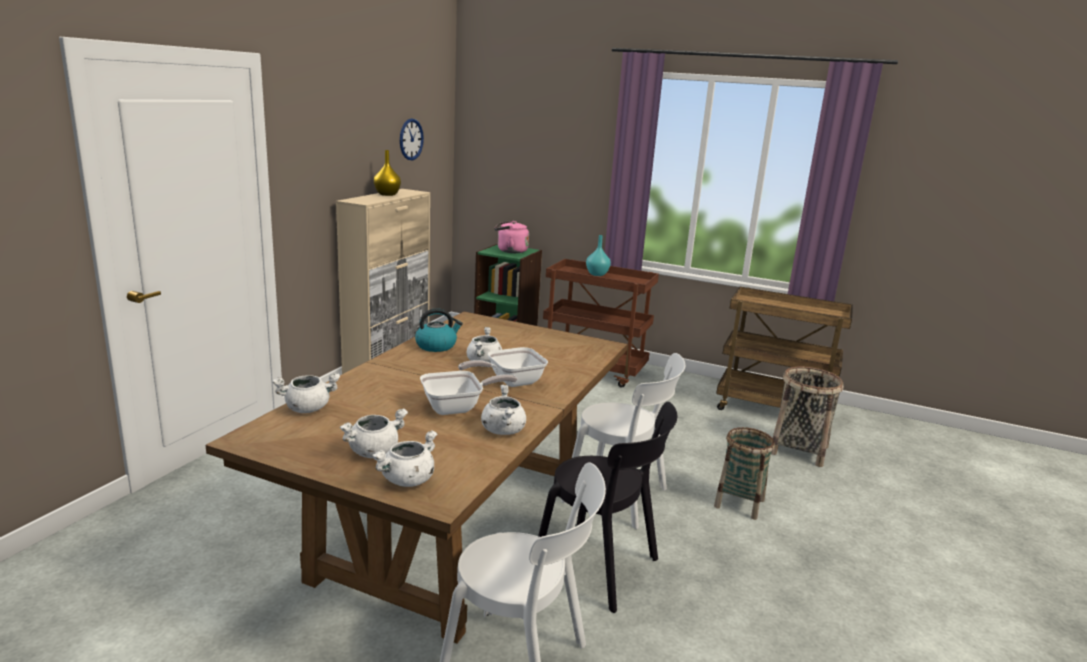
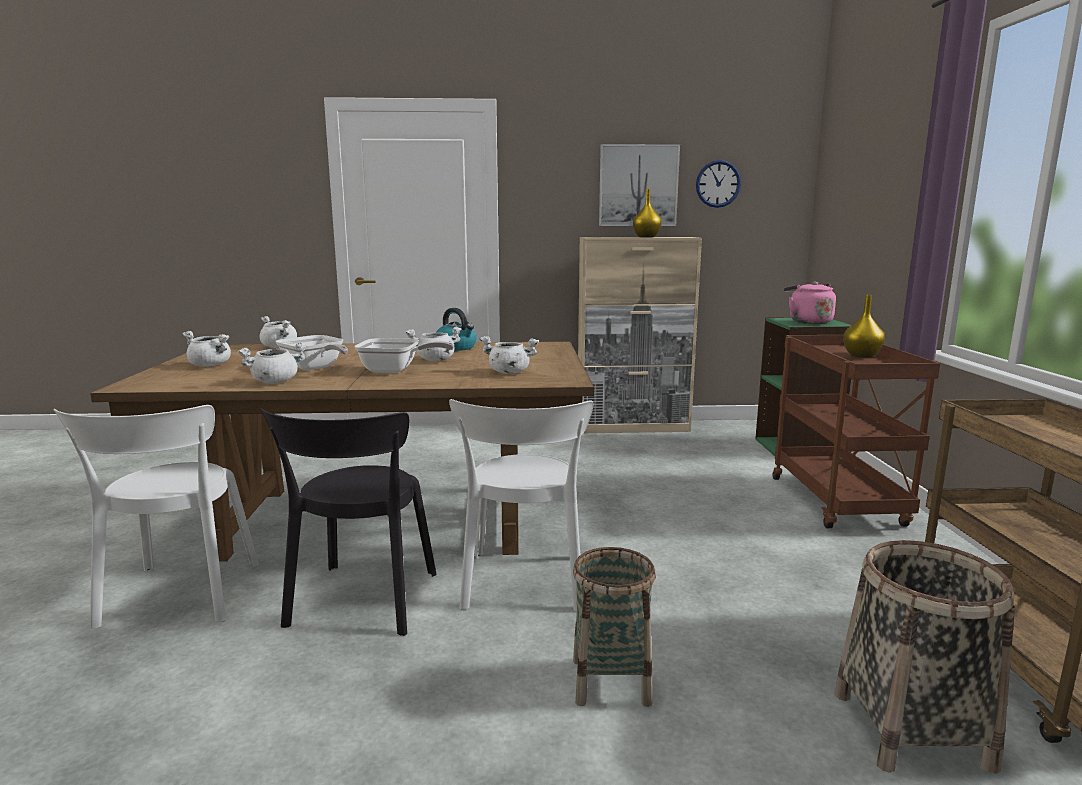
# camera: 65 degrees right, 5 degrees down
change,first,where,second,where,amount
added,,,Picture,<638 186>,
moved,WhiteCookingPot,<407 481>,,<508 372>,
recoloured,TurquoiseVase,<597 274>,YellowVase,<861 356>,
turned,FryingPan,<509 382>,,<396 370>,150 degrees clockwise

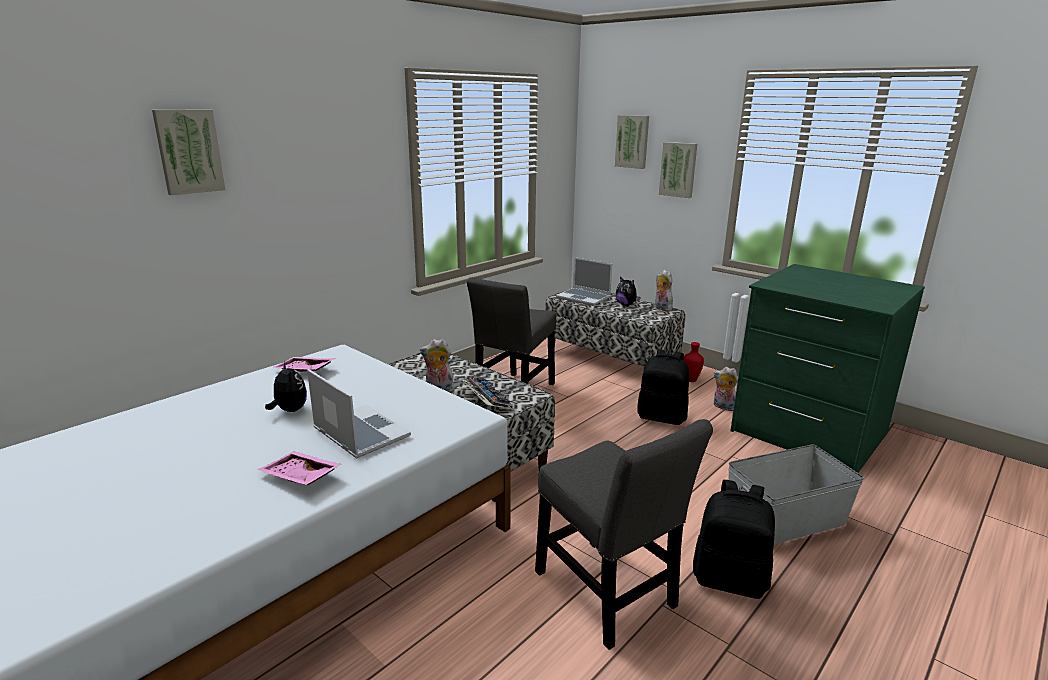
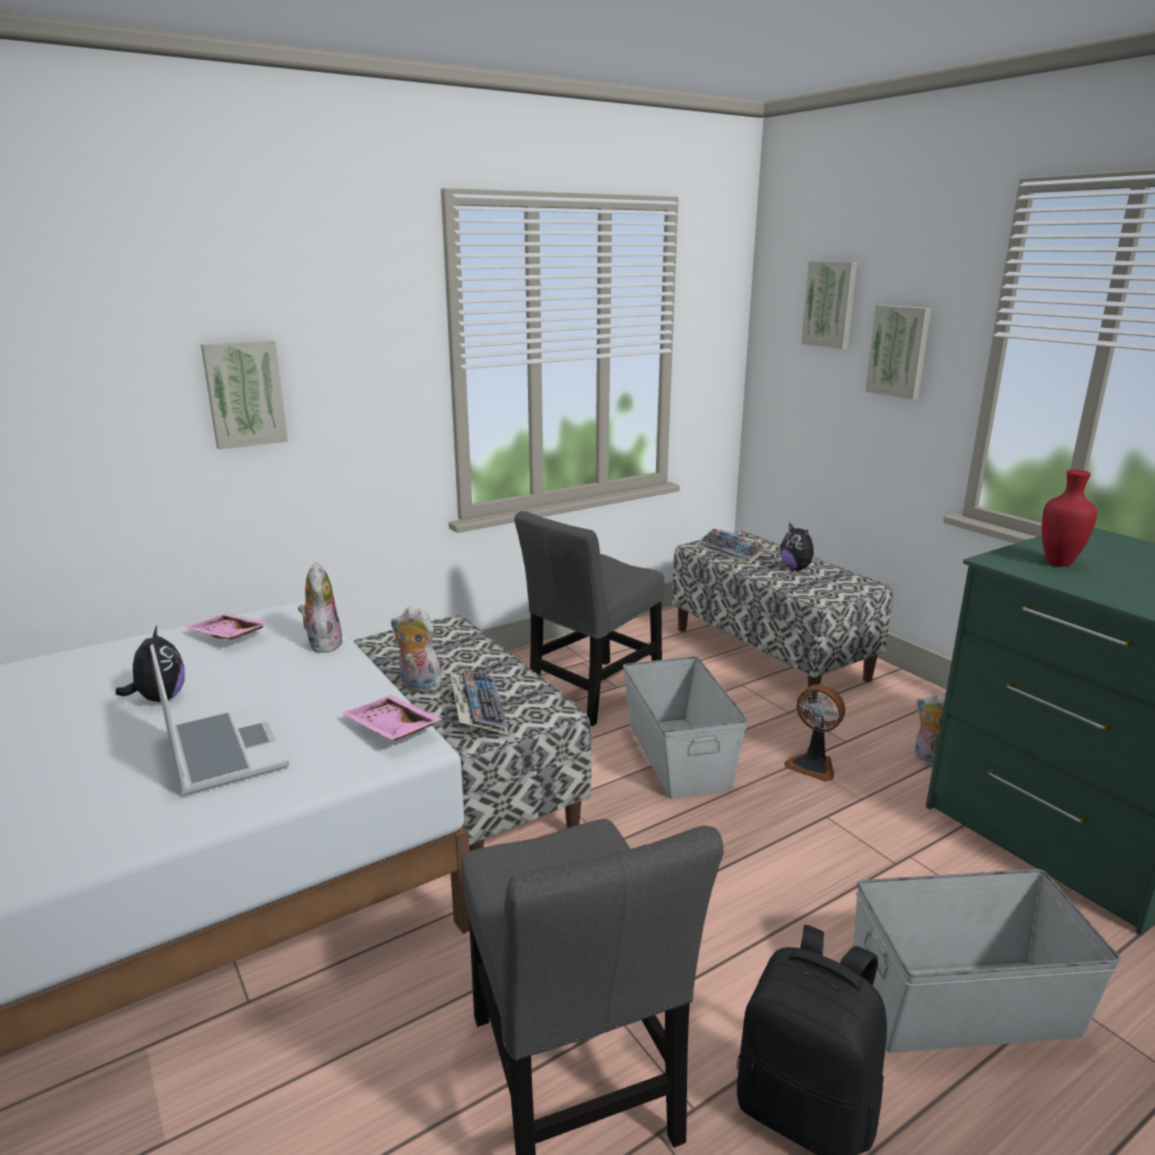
# camera: 15 degrees right, 0 degrees up
change,first,where,second,where,amount
added,,,GreyStorageBox,<678 755>,
moved,Picture,<188 151>,,<244 394>,
moved,PinkTray,<299 477>,,<390 730>,
moved,PlushToy,<661 308>,,<322 643>,
moved,RedVase,<691 380>,,<1059 563>,
replaced,Laptop,<584 298>,Keyboard,<734 552>,
replaced,BlackBackpack,<662 417>,Fan,<813 765>,

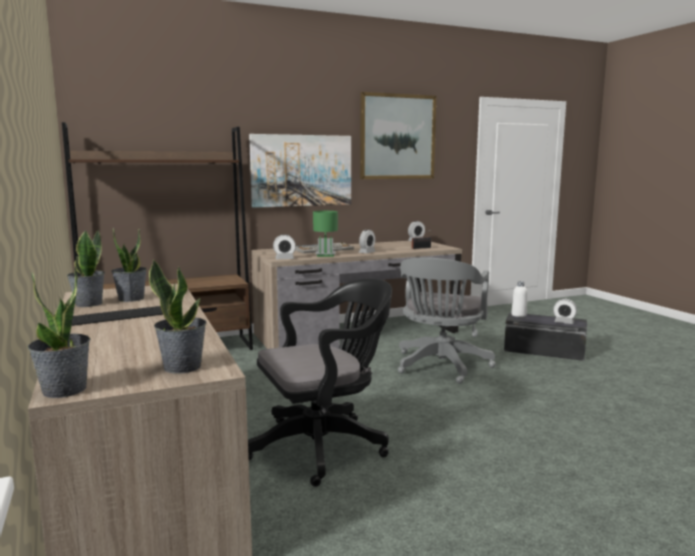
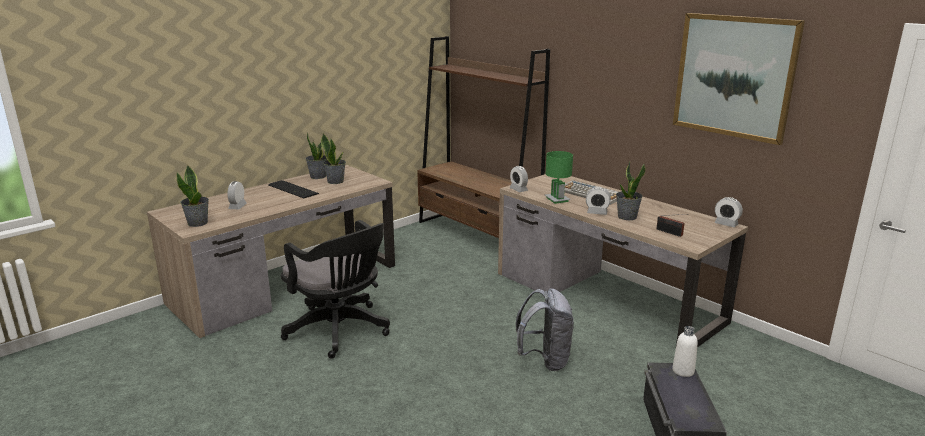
# camera: 70 degrees right, 10 degrees up
change,first,where,second,where,amount
removed,Picture,<301 170>,,,
moved,PottedPlant,<65 390>,,<627 217>,
moved,AlarmClock,<564 322>,,<237 206>,
replaced,GreyOfficeChair,<440 367>,GreyBackpack,<545 360>,

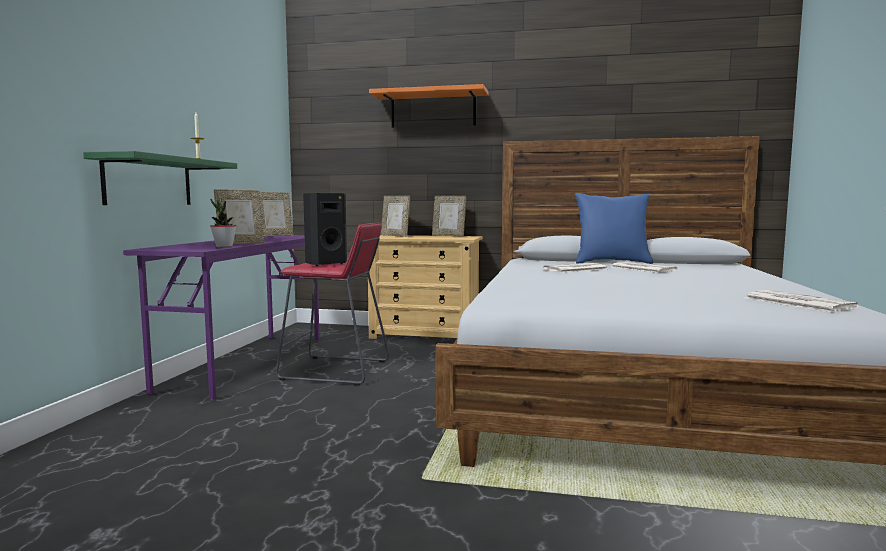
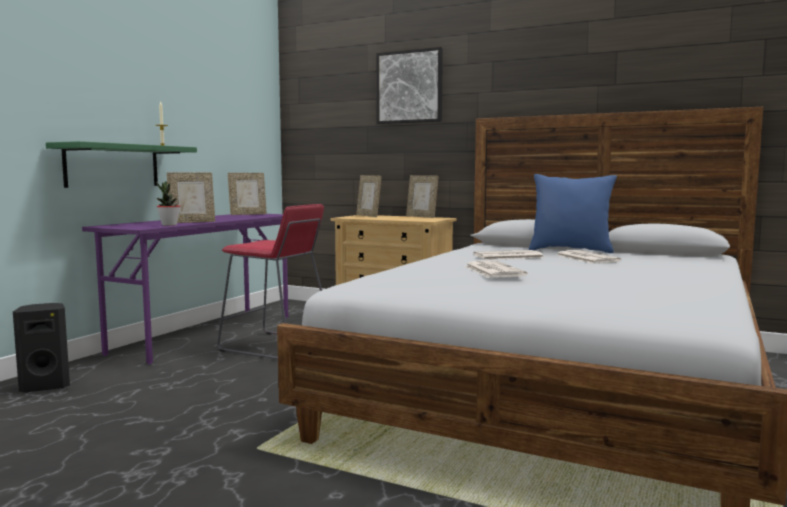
# camera: 15 degrees right, 0 degrees up
change,first,where,second,where,amount
moved,BlackSpeaker,<325 264>,,<46 386>,
moved,Newspaper,<796 302>,,<493 271>,
replaced,OrangeShelf,<433 110>,Picture,<409 87>,

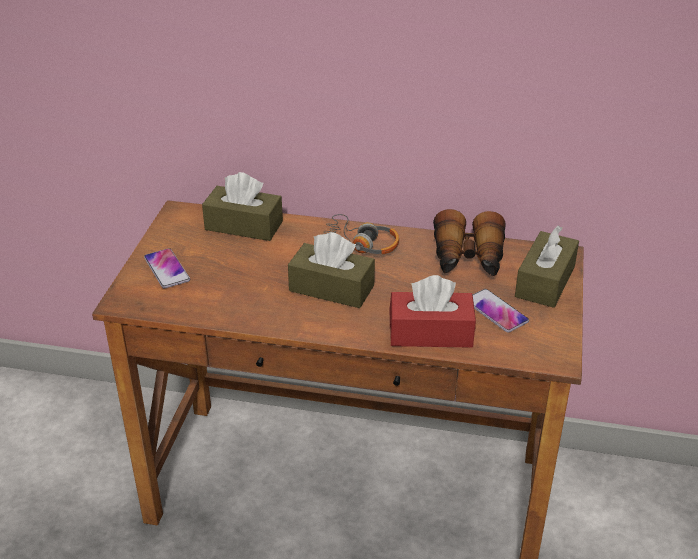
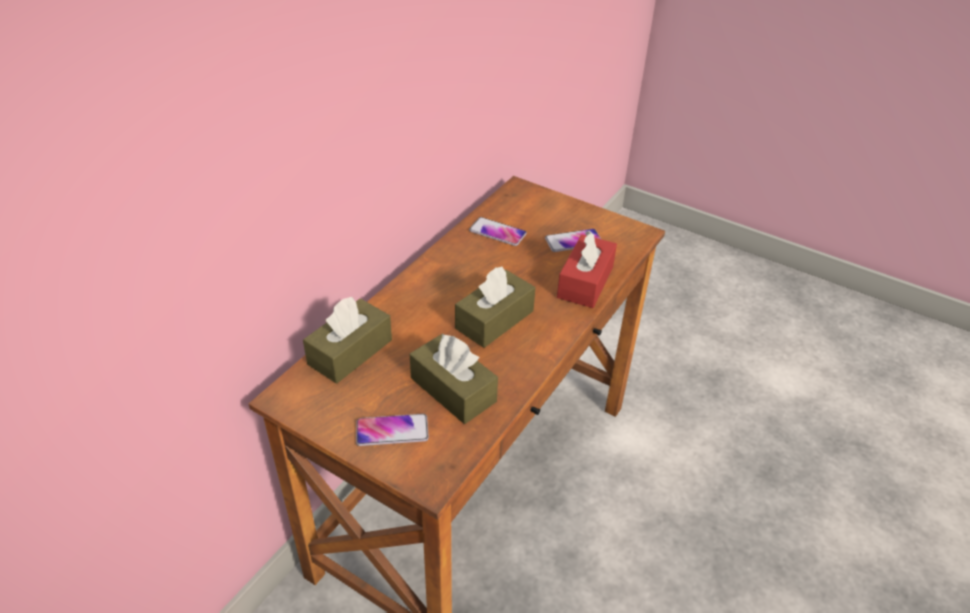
# camera: 70 degrees left, 5 degrees up
change,first,where,second,where,amount
removed,Headphones,<360 244>,,,
moved,BrownTissueBox,<545 281>,,<453 390>,
replaced,Binoculars,<468 259>,Phone,<497 232>,

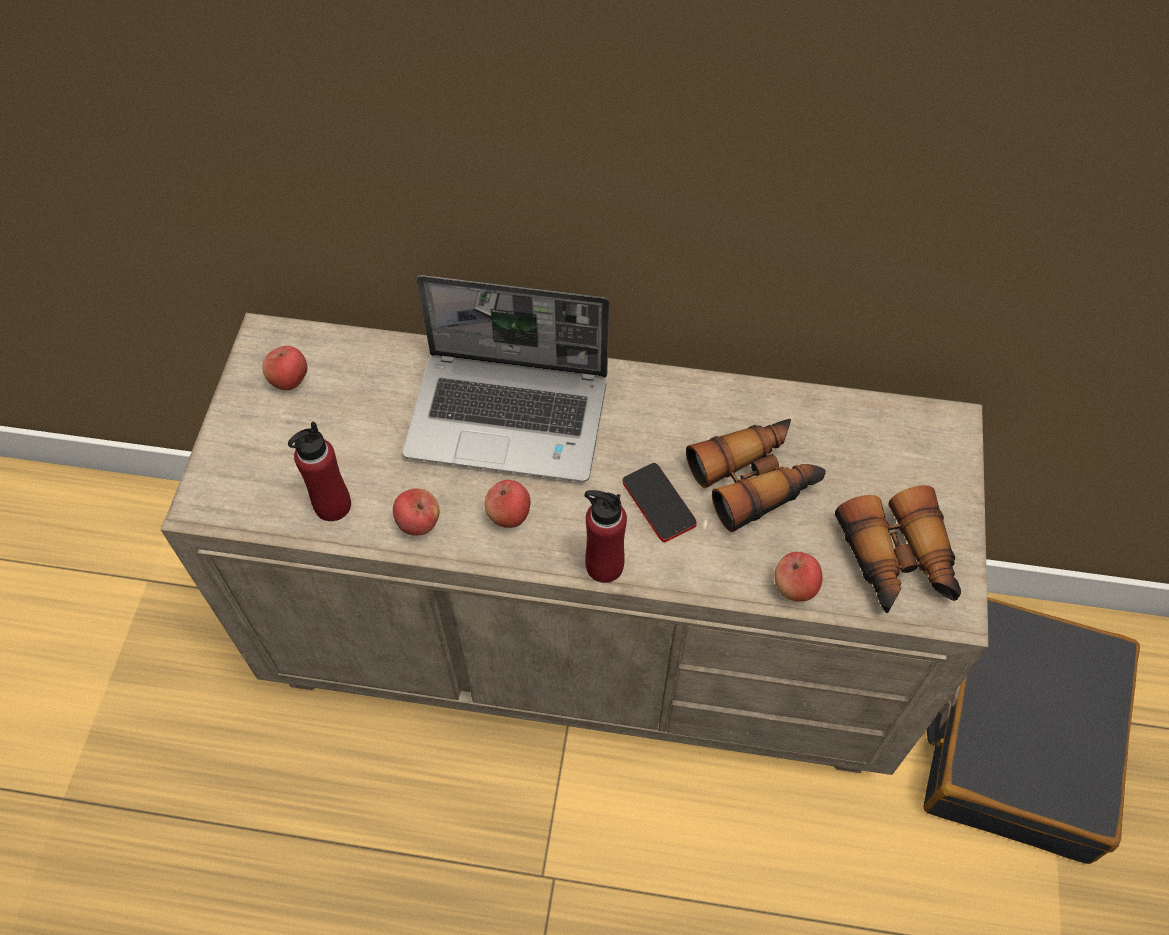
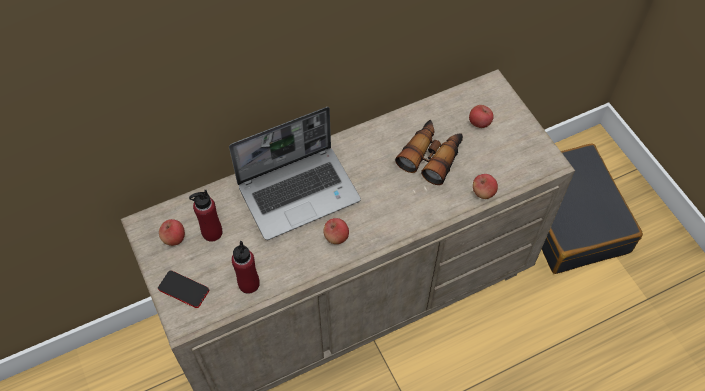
# camera: 35 degrees left, 0 degrees up
change,first,where,second,where,amount
removed,Binoculars,<898 562>,,,
moved,Apple,<418 522>,,<479 123>,
moved,RedBottle,<604 565>,,<212 232>,
moved,Phone,<658 503>,,<183 289>,

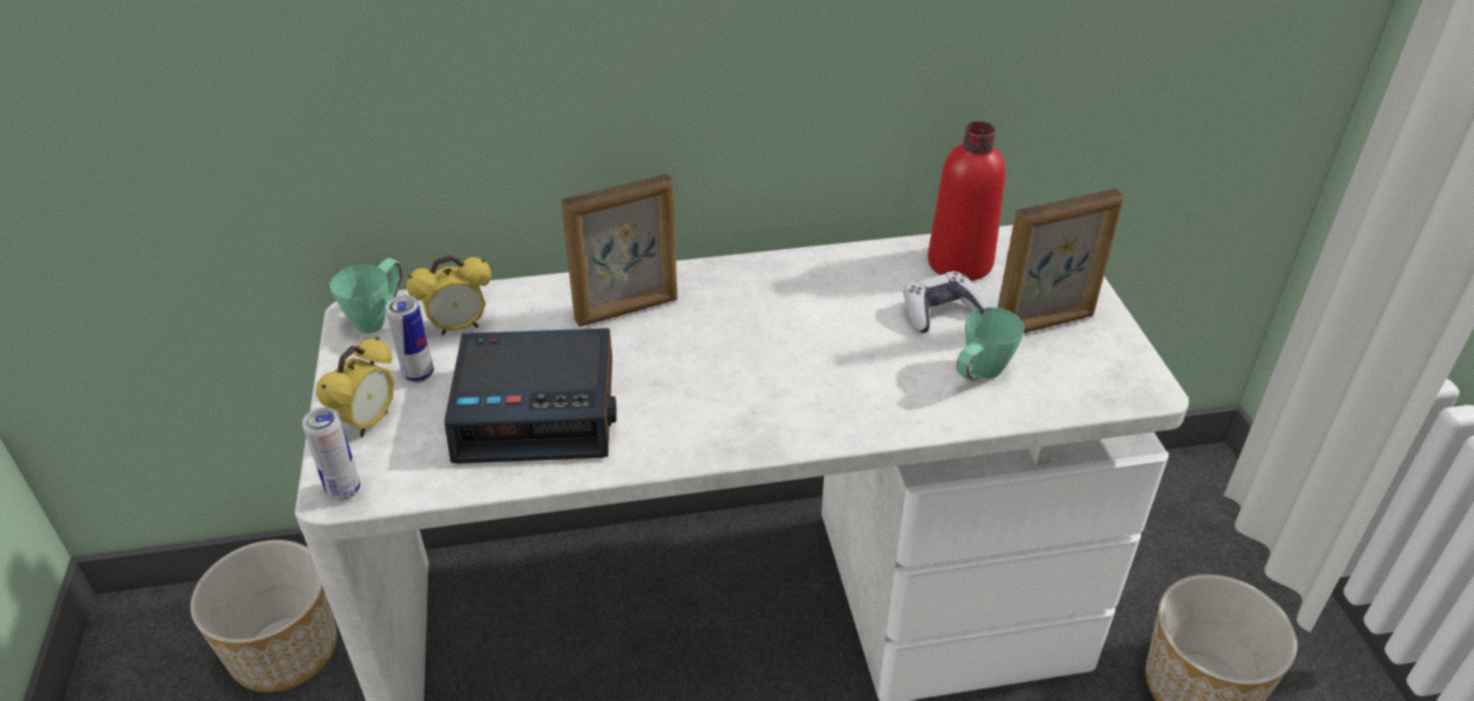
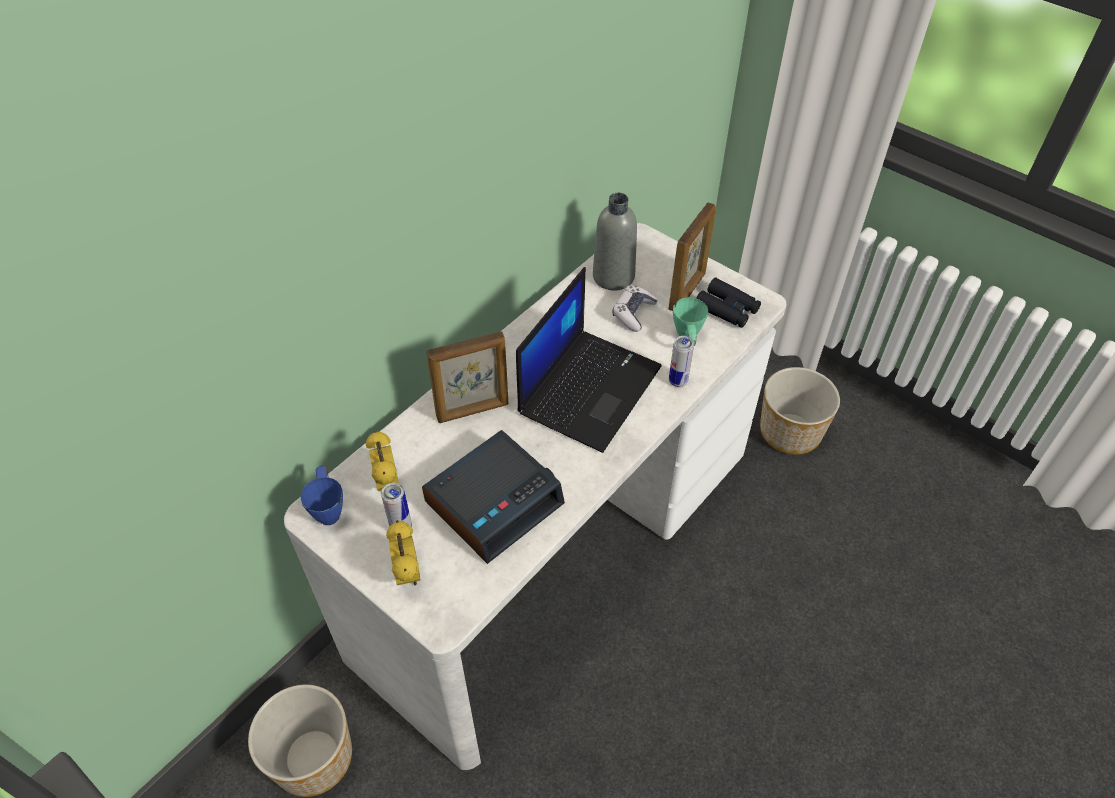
# camera: 40 degrees left, 10 degrees up
change,first,where,second,where,amount
added,,,Laptop,<589 388>,
added,,,BlackBinoculars,<727 309>,
moved,Can,<344 491>,,<678 381>,
recoloured,GreenMug,<379 317>,BlueMug,<328 508>,
recoloured,RedBottle,<960 263>,GreyBottle,<613 276>,
turned,AlarmClock,<459 327>,,<387 483>,135 degrees clockwise
turned,PictureFrame,<627 310>,,<473 411>,45 degrees clockwise

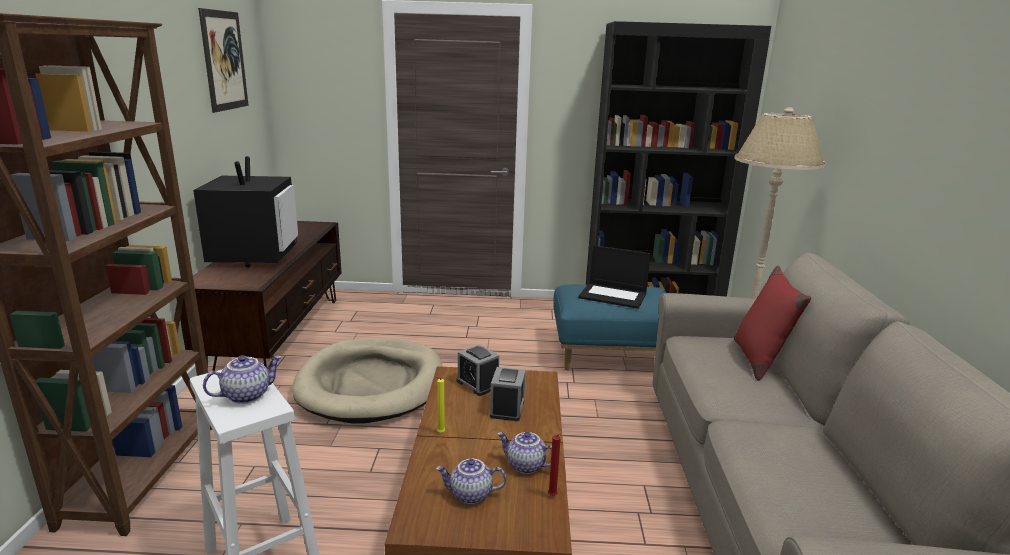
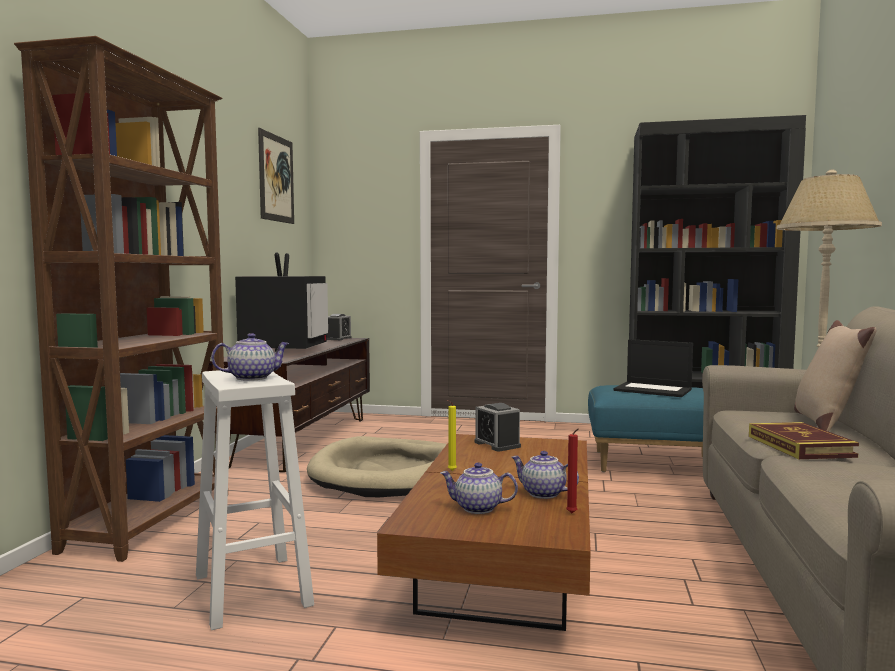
# camera: 10 degrees right, 15 degrees down
change,first,where,second,where,amount
added,,,Book,<800 446>,
moved,AlarmClock,<507 408>,,<338 338>,
recoloured,RedPillow,<759 359>,BeigePillow,<826 423>,

